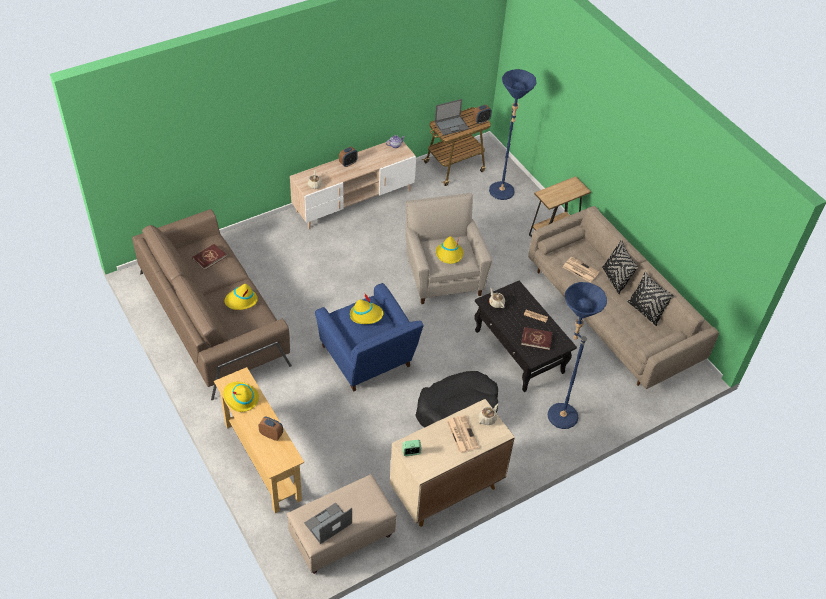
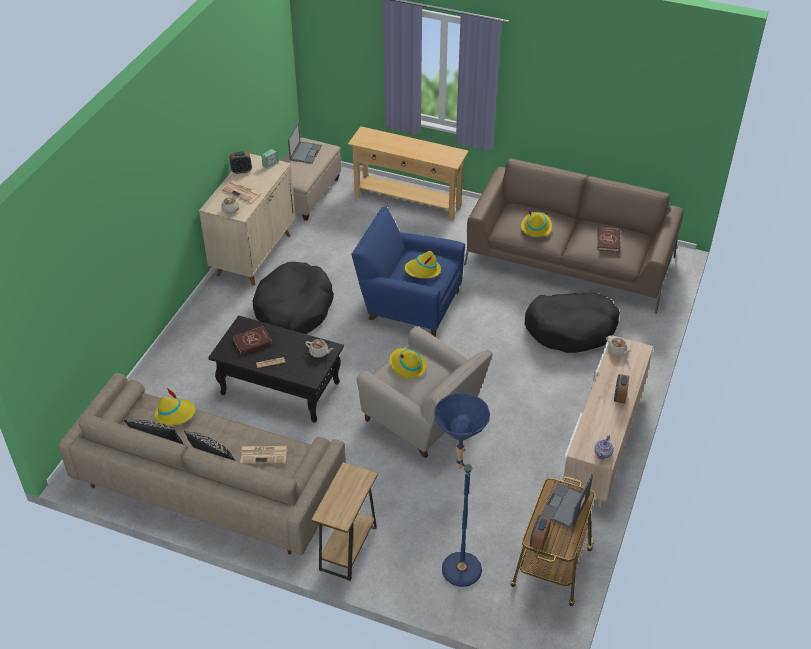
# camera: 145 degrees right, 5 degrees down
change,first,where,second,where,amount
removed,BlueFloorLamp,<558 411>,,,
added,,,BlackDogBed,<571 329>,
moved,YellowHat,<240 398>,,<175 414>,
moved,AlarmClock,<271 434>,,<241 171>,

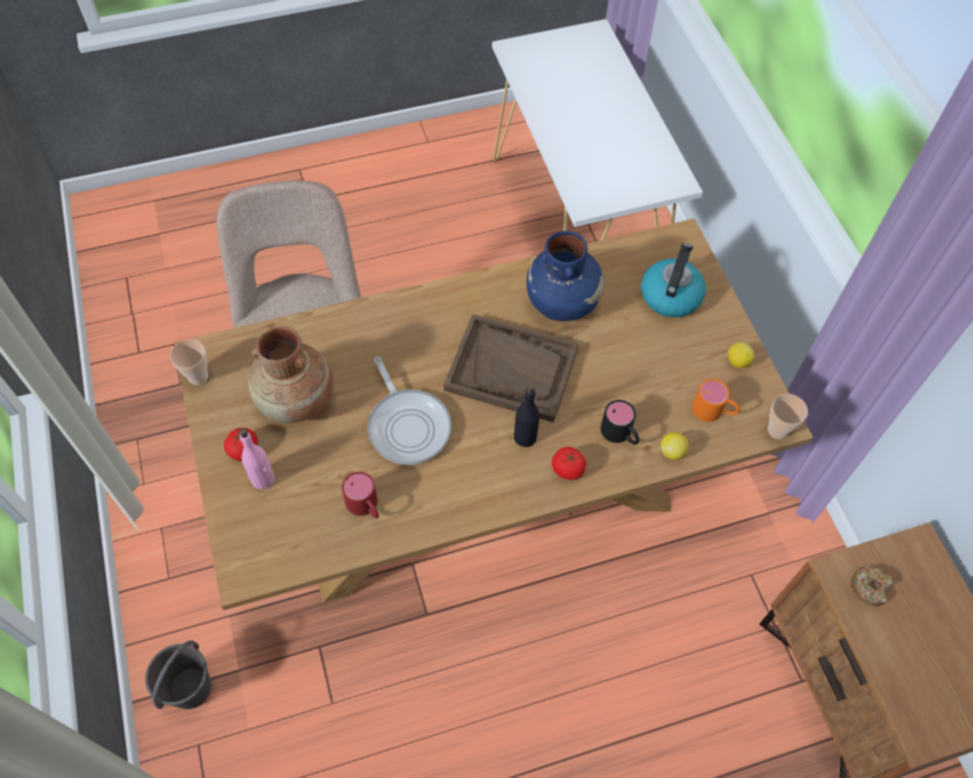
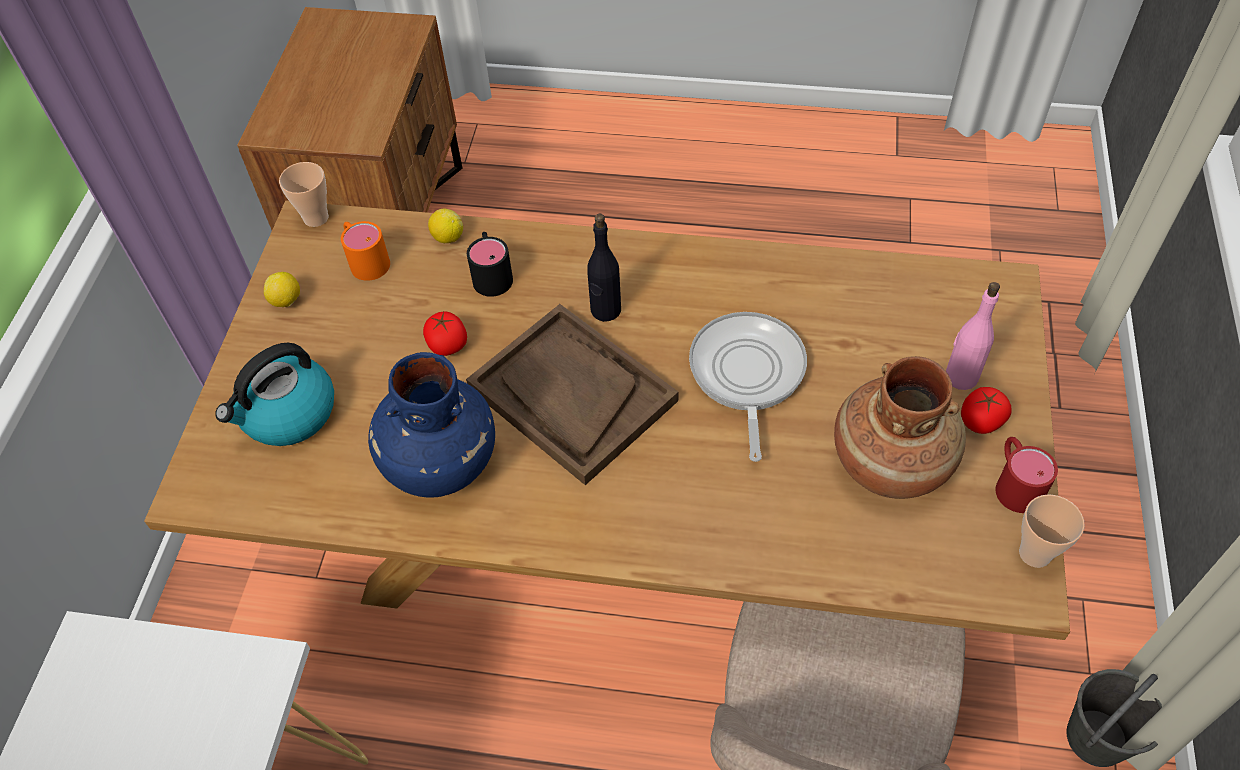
# camera: 150 degrees left, 5 degrees down
change,first,where,second,where,amount
removed,Donut,<869 588>,,,
moved,GreyBucket,<191 687>,,<1095 738>,
moved,RedMug,<365 506>,,<1014 483>,
moved,Tomato,<568 469>,,<447 345>,

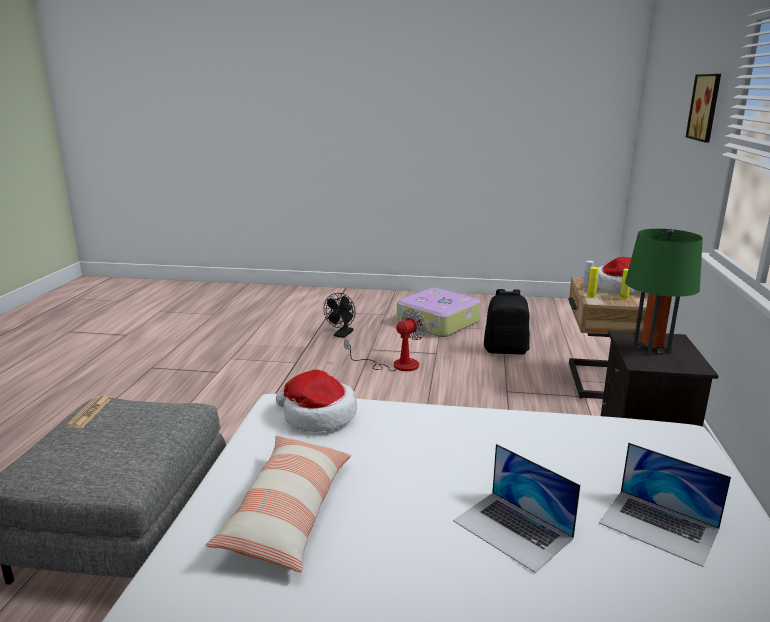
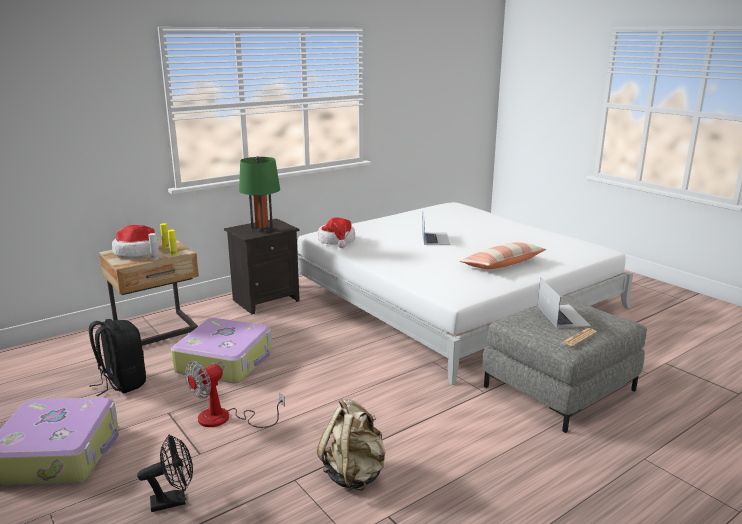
# camera: 135 degrees left, 0 degrees up
change,first,where,second,where,amount
removed,Picture,<707 107>,,,
added,,,Suitcase,<226 361>,
added,,,BeigeBackpack,<354 474>,
moved,Hat,<318 416>,,<337 241>,
moved,Laptop,<659 526>,,<562 315>,
turned,Fan,<396 365>,,<225 419>,45 degrees counterclockwise

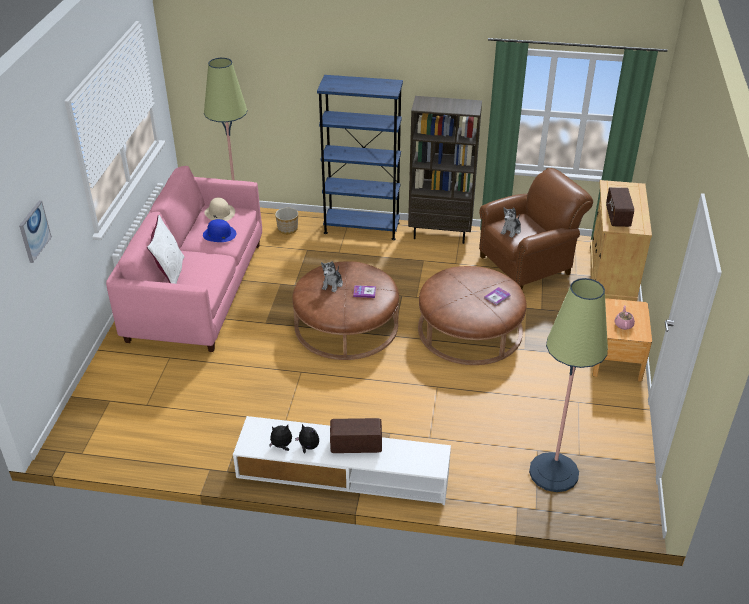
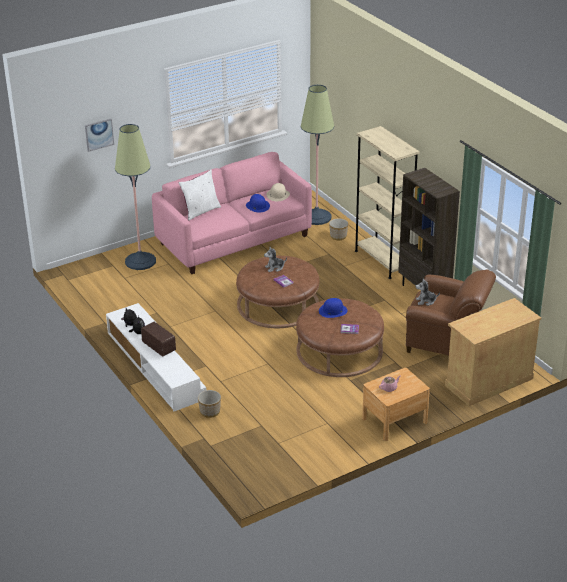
# camera: 50 degrees right, 5 degrees down
change,first,where,second,where,amount
removed,Radio,<618 217>,,,
added,,,Planter,<210 412>,
added,,,BlueHat,<332 311>,
moved,FloorLamp,<553 472>,,<140 261>,
recoloured,BlueBookcase,<361 228>,BeigeBookcase,<382 260>,

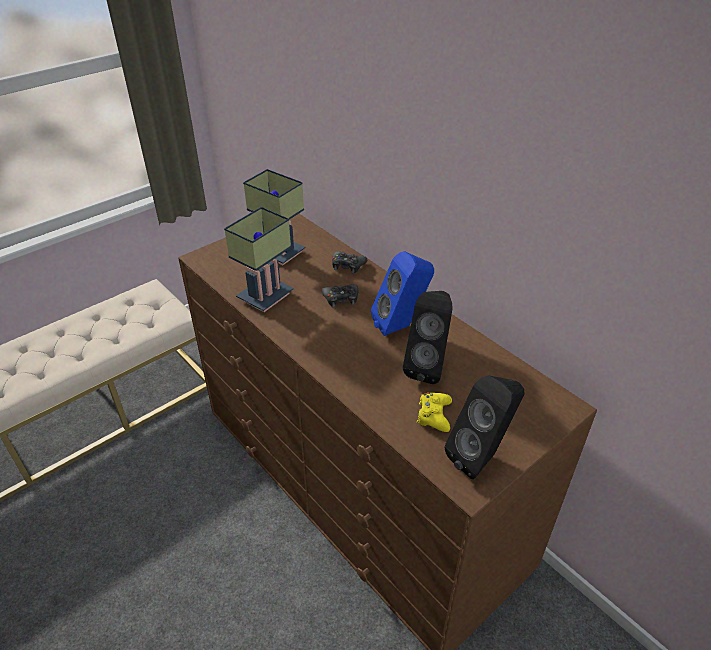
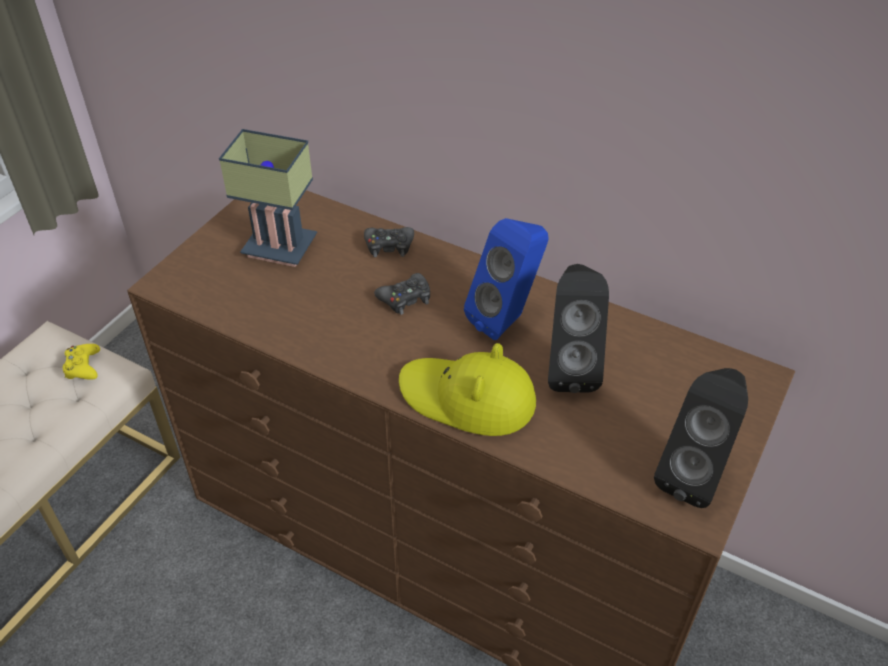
# camera: 20 degrees left, 5 degrees up
change,first,where,second,where,amount
removed,TableLamp,<265 298>,,,
added,,,YellowHat,<468 398>,
moved,YellowGameController,<434 415>,,<83 367>,

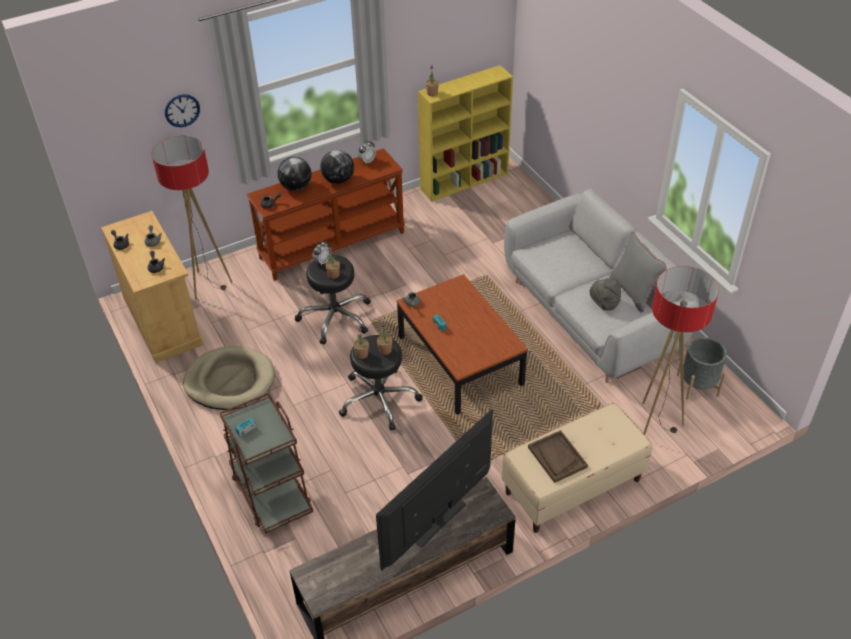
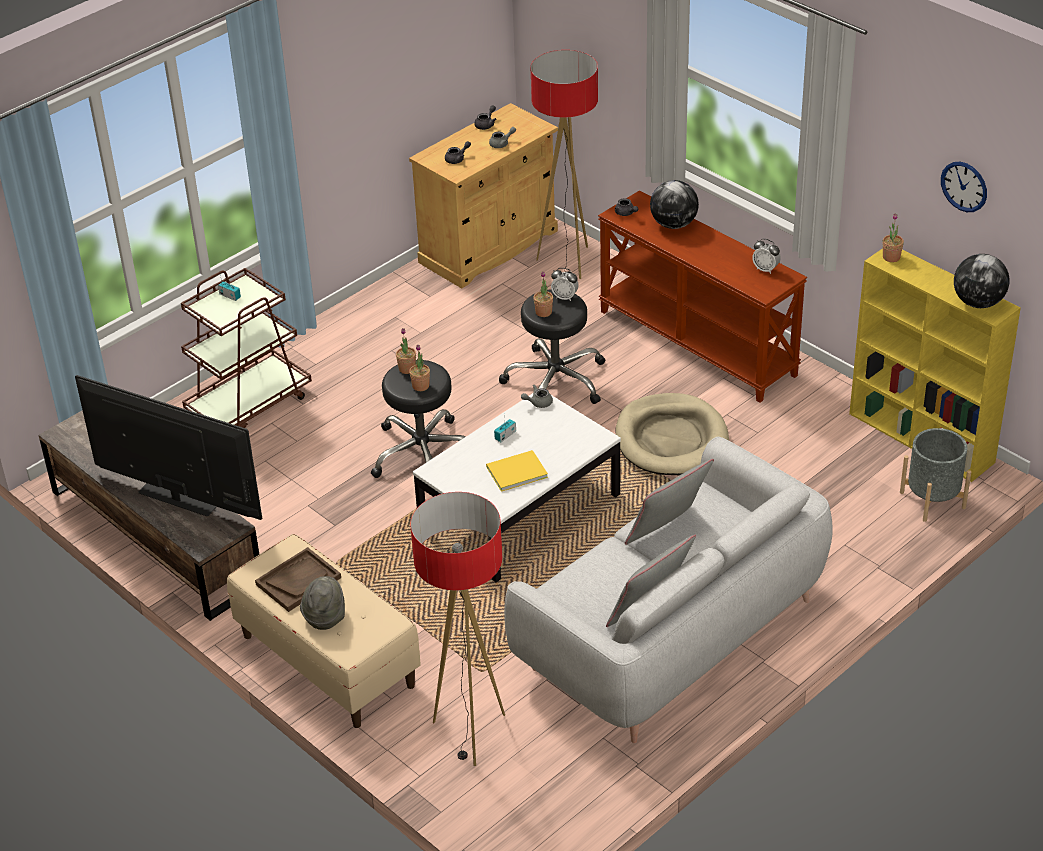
# camera: 75 degrees right, 5 degrees down
change,first,where,second,where,amount
added,,,YellowBook,<514 472>,
added,,,GreyPillow,<668 533>,
moved,WallClock,<182 110>,,<964 186>,
moved,BeigeDogBed,<230 381>,,<671 439>,
moved,Globe,<338 180>,,<978 302>,
moved,GreyHat,<604 303>,,<325 616>,
moved,GreyPlanter,<698 385>,,<932 500>,
recoloured,BrownCoffeeTable,<460 360>,WhiteCoffeeTable,<520 512>,

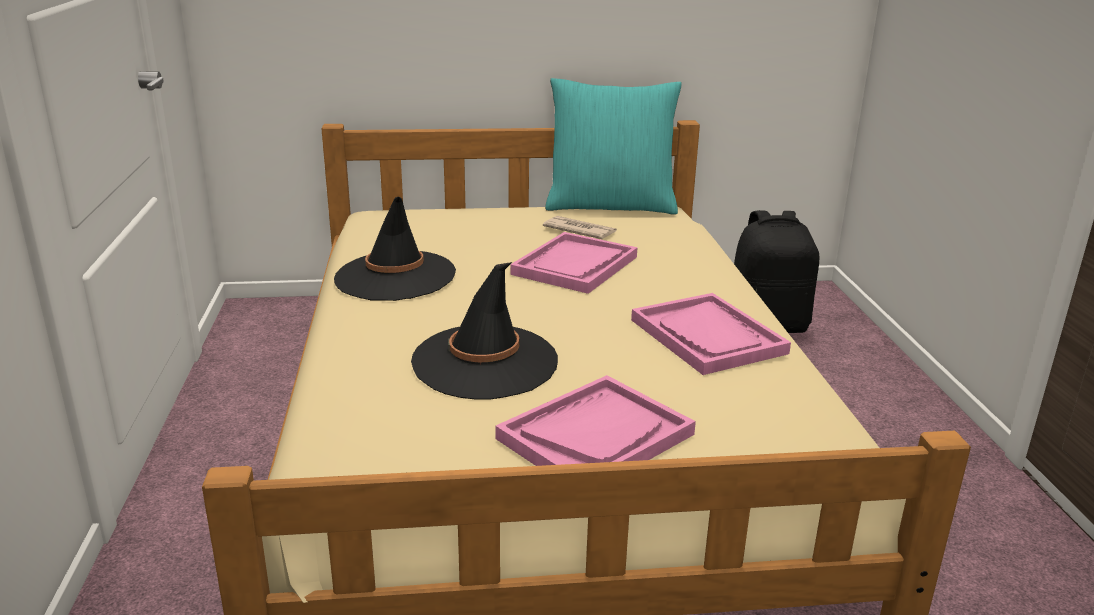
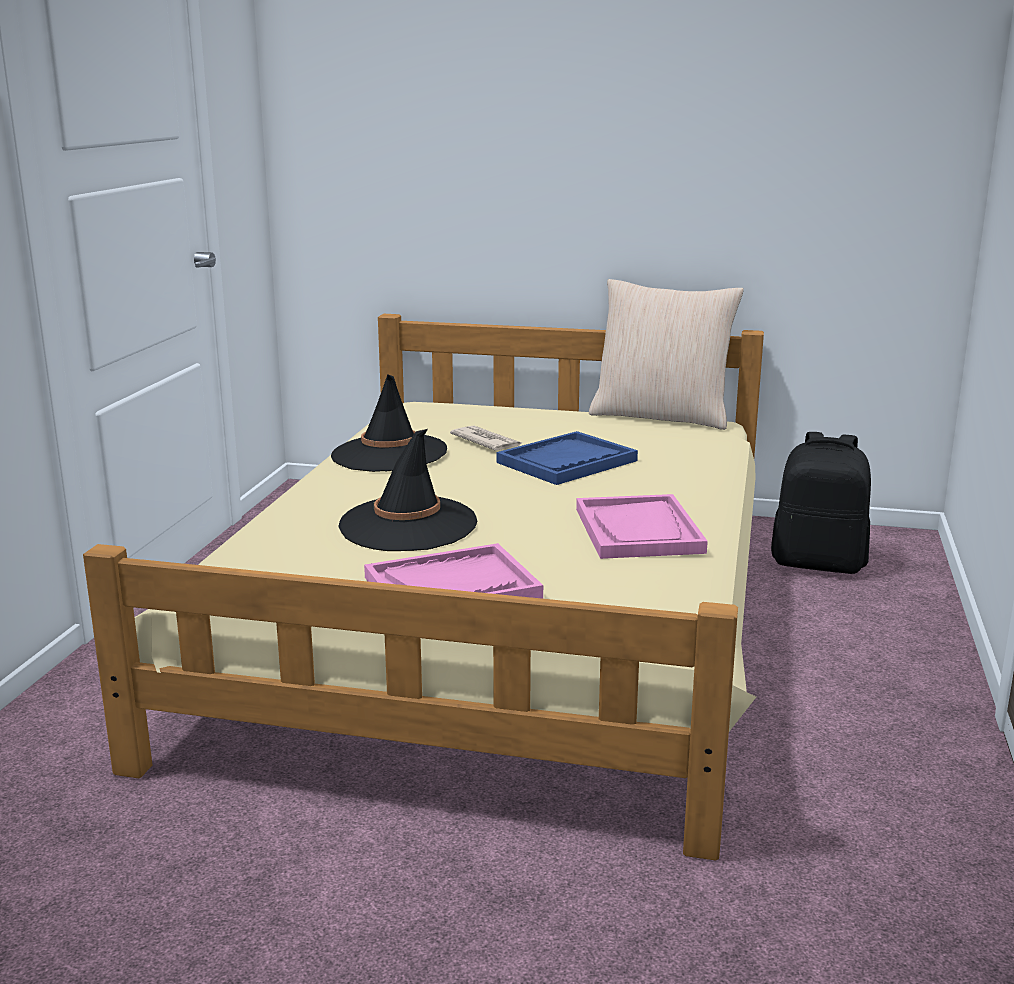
# camera: 20 degrees right, 5 degrees down
change,first,where,second,where,amount
moved,Newspaper,<579 230>,,<486 442>,
recoloured,PinkTray,<575 266>,BlueTray,<567 462>,
recoloured,TurquoisePillow,<610 205>,BeigePillow,<661 416>,

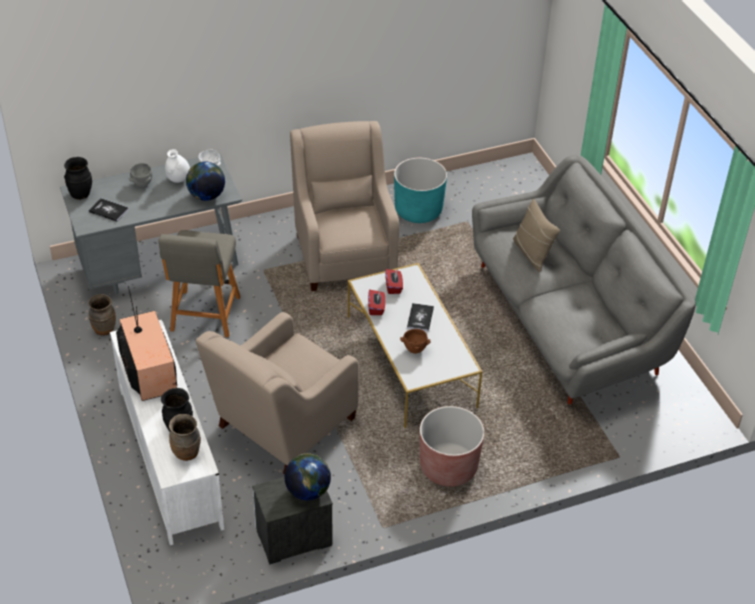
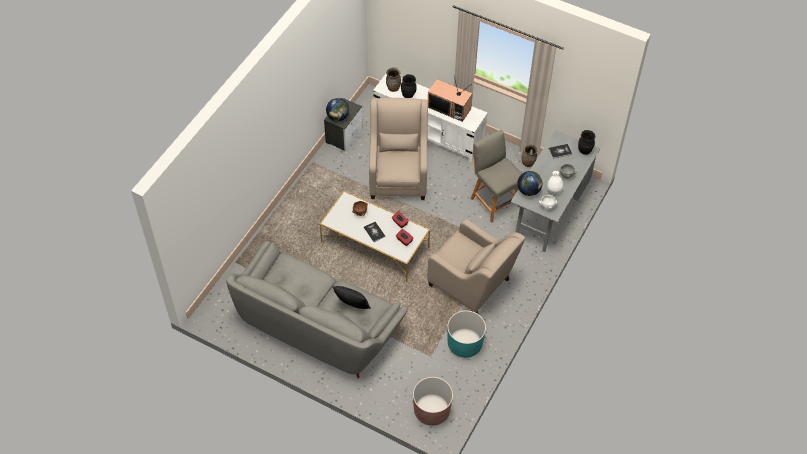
# camera: 140 degrees right, 10 degrees up
change,first,where,second,where,amount
moved,BrownPlanter,<448 467>,,<431 411>,
recoloured,BeigePillow,<532 253>,BlackPillow,<352 305>,

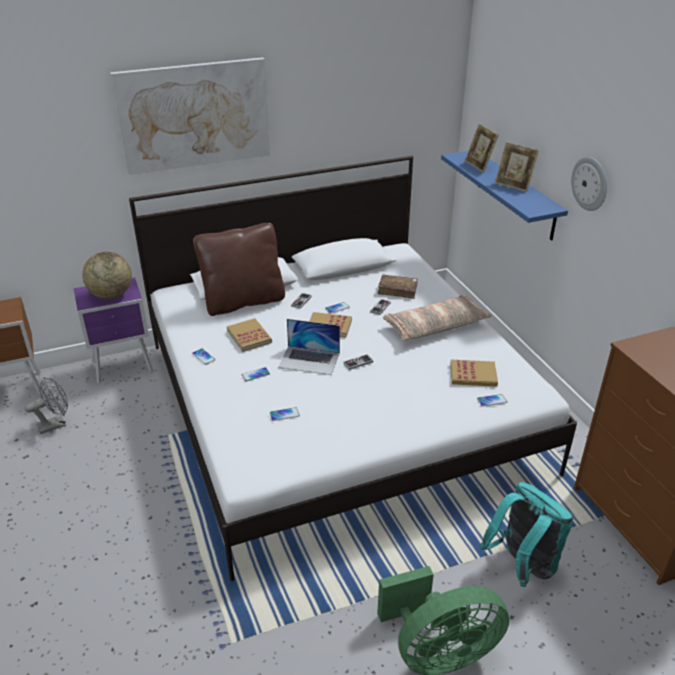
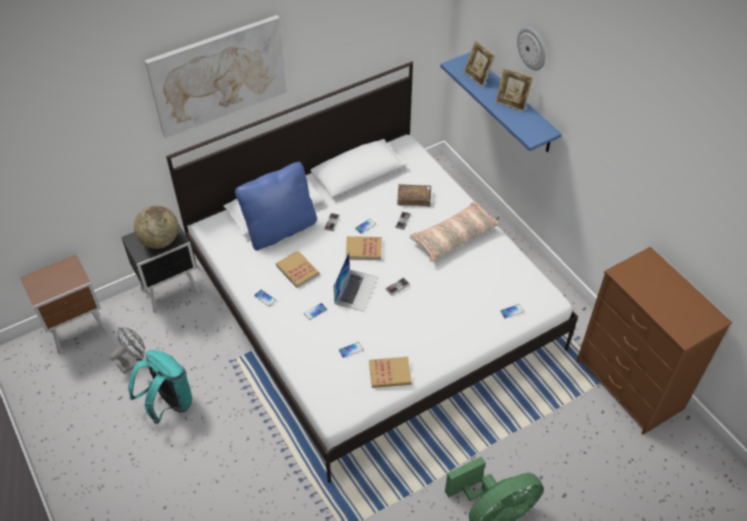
# camera: 10 degrees left, 15 degrees up
change,first,where,second,where,amount
moved,Book,<473 375>,,<390 373>,
moved,TurquoiseBackpack,<522 565>,,<168 404>,
moved,WallClock,<590 183>,,<532 48>,
recoloured,PurpleNightstand,<124 367>,BlackNightstand,<172 291>,
recoloured,BrownPillow,<243 302>,BluePillow,<280 229>,
turned,Laptop,<309 360>,,<356 290>,75 degrees counterclockwise

